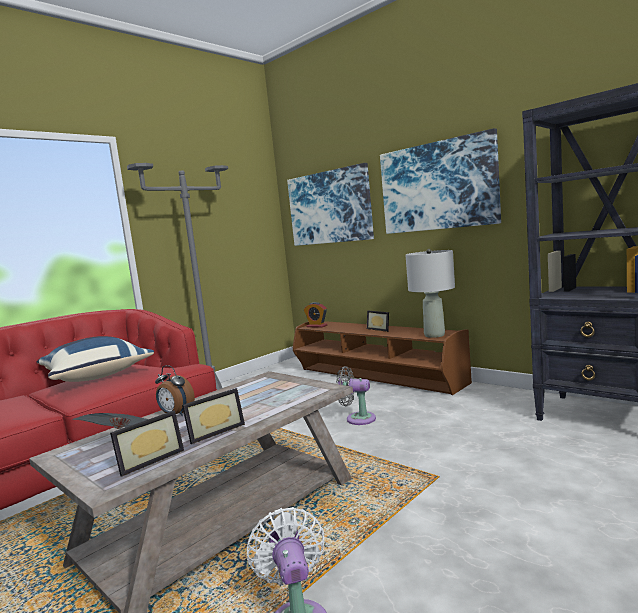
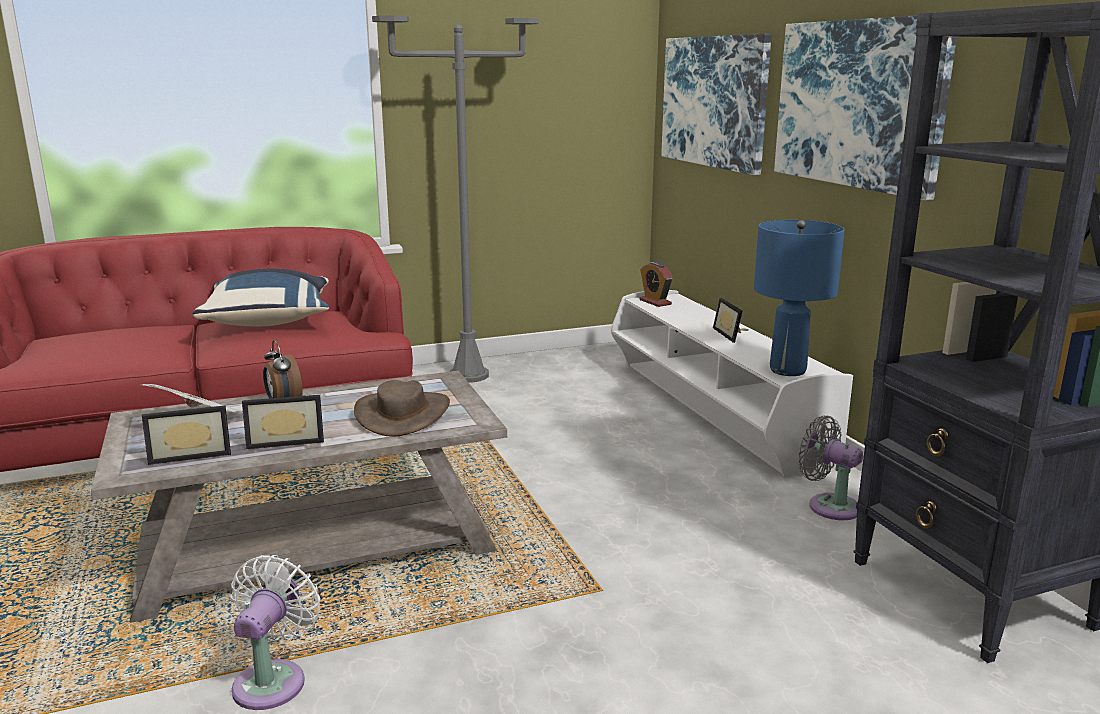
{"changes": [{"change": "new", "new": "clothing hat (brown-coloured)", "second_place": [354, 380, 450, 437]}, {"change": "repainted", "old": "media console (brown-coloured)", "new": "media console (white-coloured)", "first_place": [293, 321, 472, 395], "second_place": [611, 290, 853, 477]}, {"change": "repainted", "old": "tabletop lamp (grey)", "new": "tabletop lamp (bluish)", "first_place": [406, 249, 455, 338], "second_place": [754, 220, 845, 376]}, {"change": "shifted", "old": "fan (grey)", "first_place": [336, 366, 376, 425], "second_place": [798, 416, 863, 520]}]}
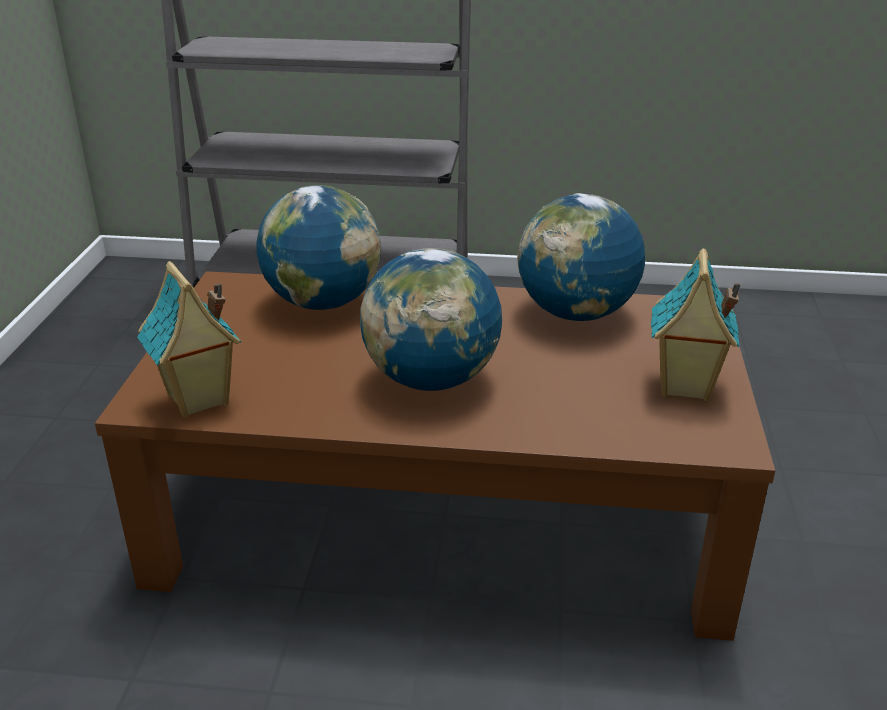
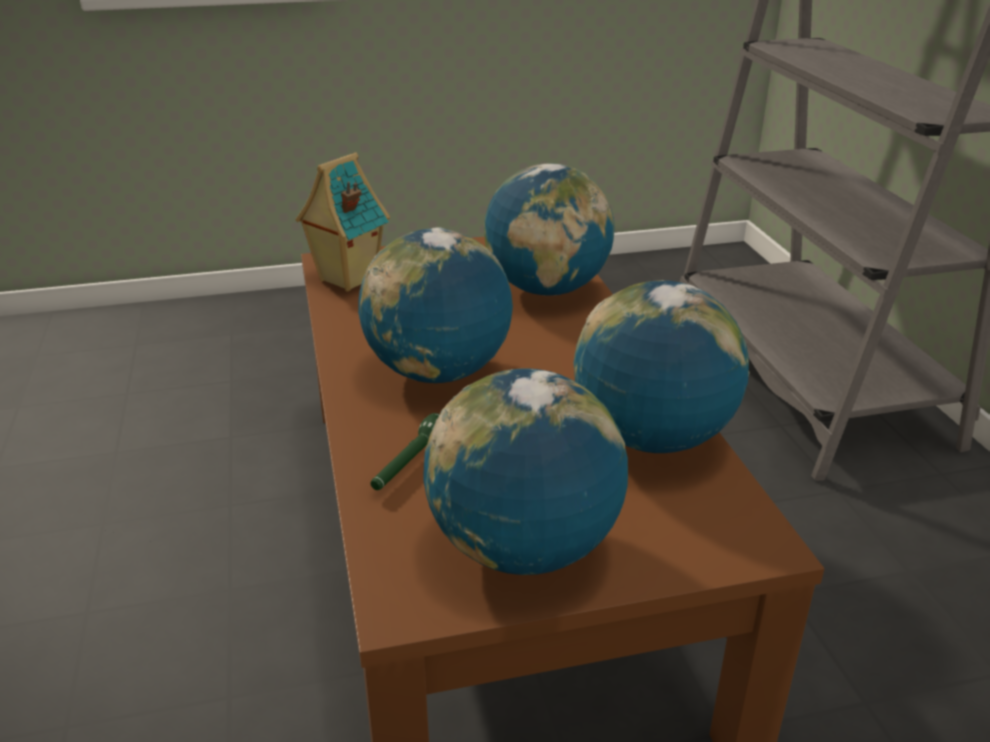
{"changes": [{"change": "new", "new": "flashlight (green)", "second_place": [371, 413, 439, 490]}, {"change": "swapped", "old": "model house", "new": "world globe", "first_place": [651, 248, 740, 401], "second_place": [423, 368, 628, 575]}]}
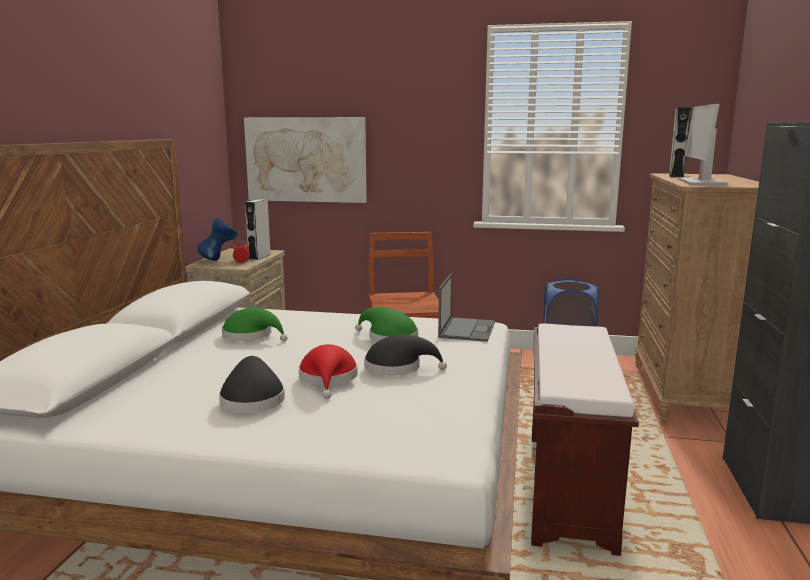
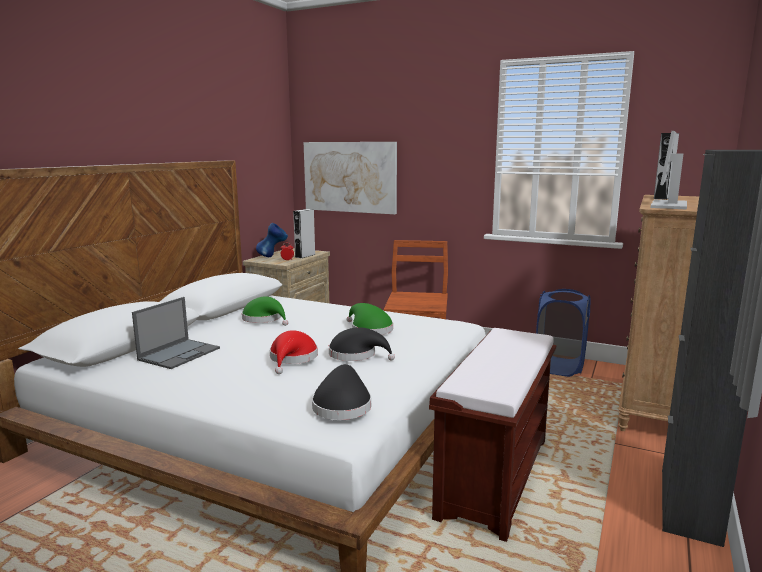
{"changes": [{"change": "shifted", "old": "notebook computer", "first_place": [438, 273, 495, 342], "second_place": [132, 297, 220, 369]}, {"change": "shifted", "old": "clothing hat (blackish)", "first_place": [219, 356, 285, 413], "second_place": [312, 364, 371, 420]}]}
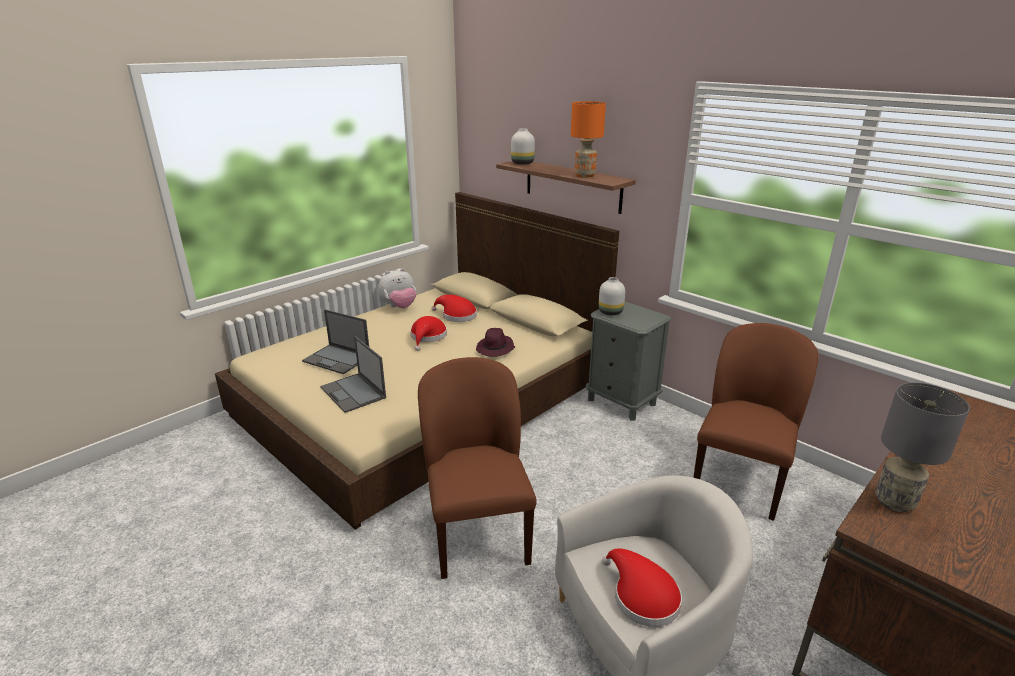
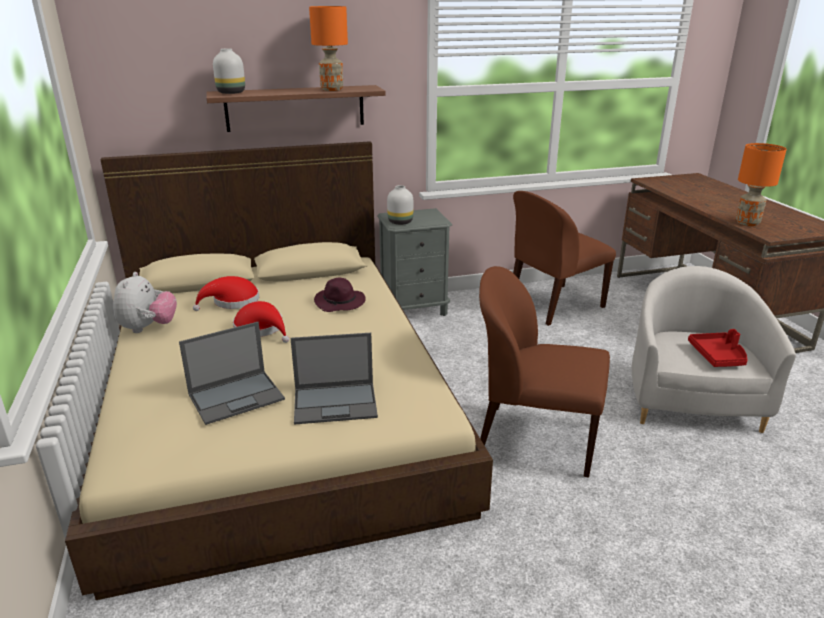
{"changes": [{"change": "rotated", "old": "plain chair (brown-coloured)", "first_place": [693, 323, 818, 521], "second_place": [513, 191, 616, 326], "degrees": -90}, {"change": "swapped", "old": "clothing hat (reddish)", "new": "tray (reddish)", "first_place": [602, 548, 682, 627], "second_place": [688, 329, 747, 367]}, {"change": "repainted", "old": "tabletop lamp (grey)", "new": "tabletop lamp (orange-coloured)", "first_place": [875, 382, 970, 512], "second_place": [736, 143, 787, 226]}]}
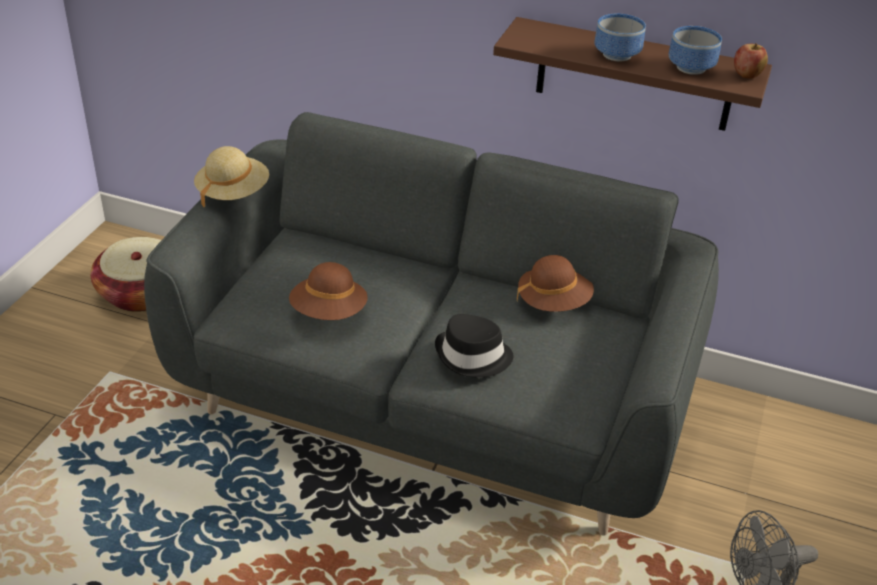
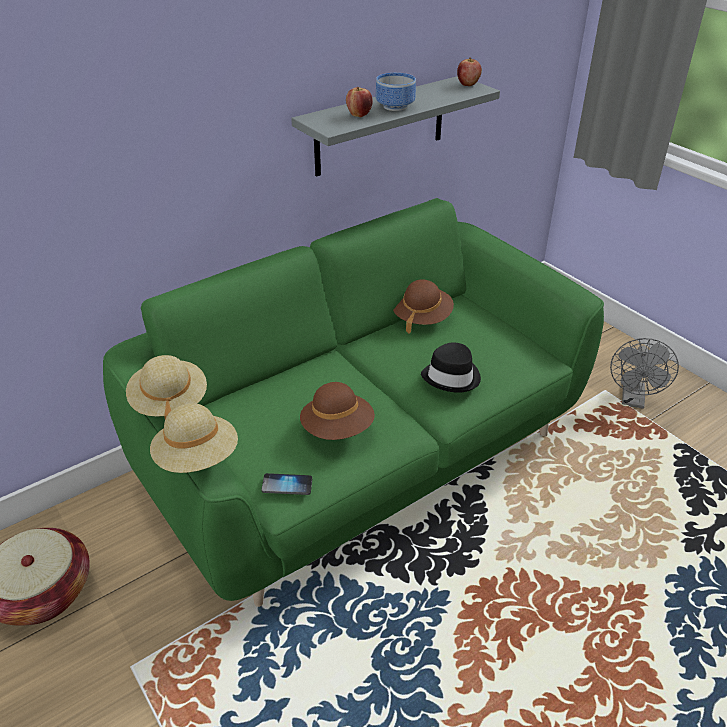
{"changes": [{"change": "repainted", "old": "sofa (grey)", "new": "sofa (green)", "first_place": [144, 112, 719, 536], "second_place": [103, 198, 604, 607]}, {"change": "new", "new": "clothing hat (beige)", "second_place": [150, 403, 238, 473]}, {"change": "new", "new": "handset", "second_place": [261, 473, 312, 495]}, {"change": "repainted", "old": "shelf (brown-coloured)", "new": "shelf (grey)", "first_place": [493, 17, 772, 131], "second_place": [291, 76, 500, 177]}, {"change": "new", "new": "whole apple", "second_place": [346, 87, 373, 117]}, {"change": "gone", "old": "bowl", "first_place": [669, 26, 722, 75]}]}
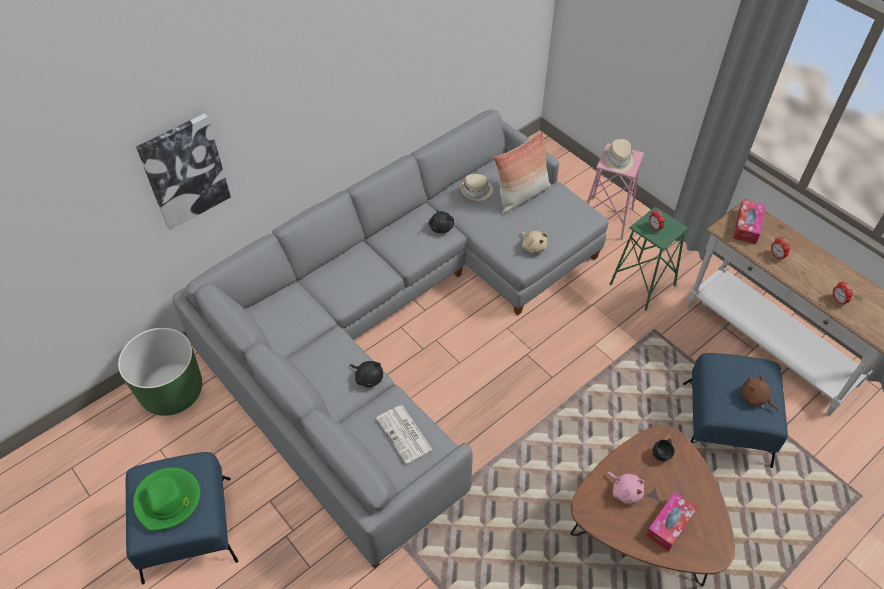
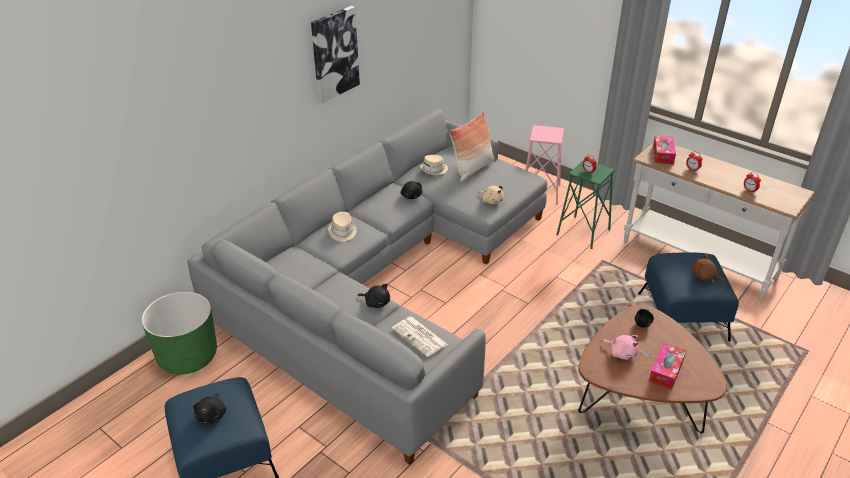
{"changes": [{"change": "swapped", "old": "clothing hat (green)", "new": "plush toy (blackish)", "first_place": [133, 467, 200, 531], "second_place": [193, 393, 226, 424]}, {"change": "shifted", "old": "picture", "first_place": [136, 113, 231, 230], "second_place": [311, 6, 360, 103]}, {"change": "shifted", "old": "clothing hat (beige)", "first_place": [604, 139, 634, 172], "second_place": [328, 212, 357, 242]}]}
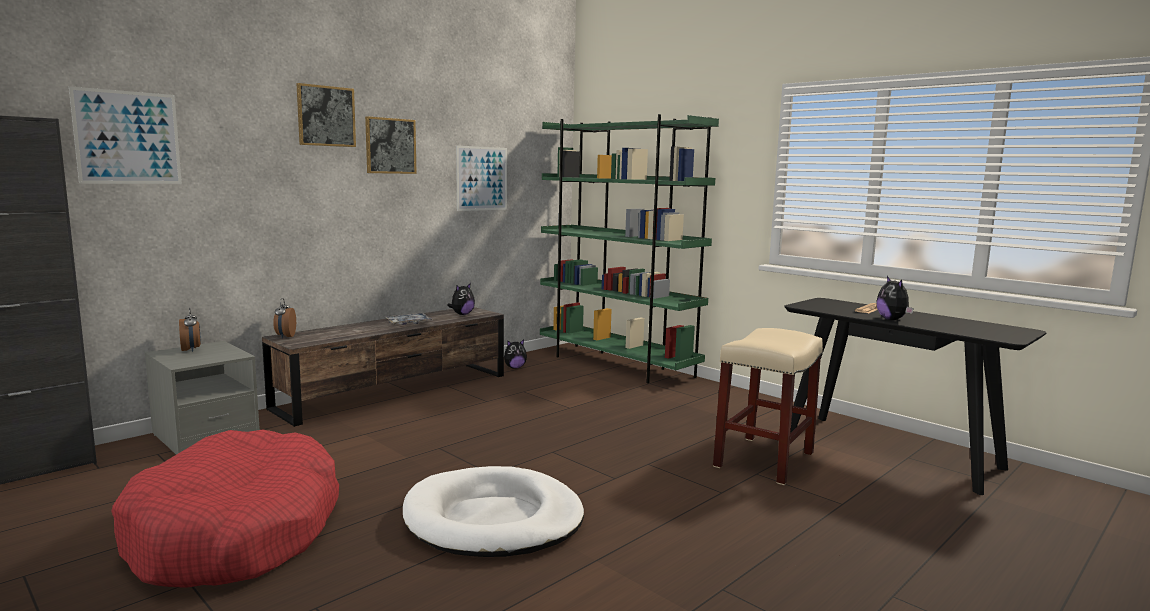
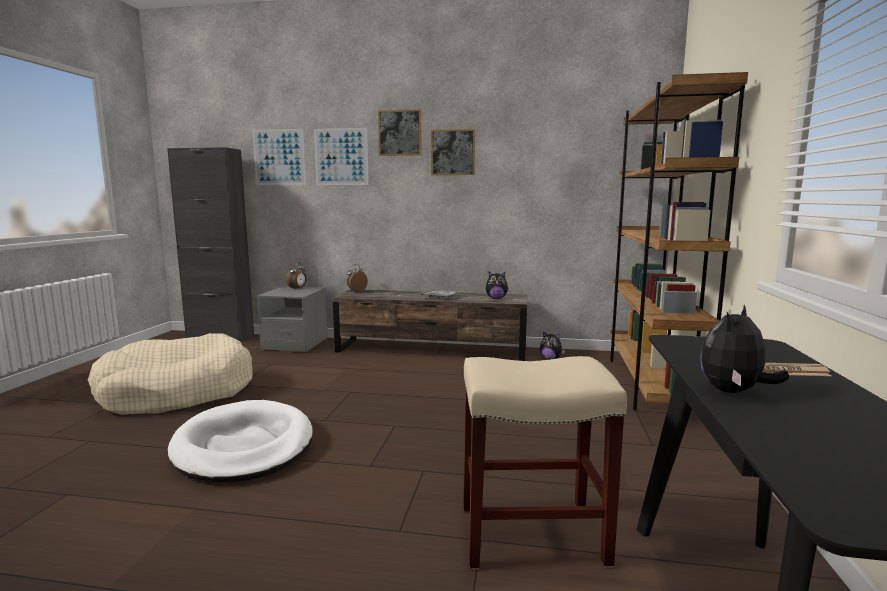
{"changes": [{"change": "repainted", "old": "dog bed (reddish)", "new": "dog bed (beige)", "first_place": [111, 430, 339, 588], "second_place": [88, 333, 253, 415]}, {"change": "shifted", "old": "picture", "first_place": [456, 146, 507, 211], "second_place": [314, 128, 369, 185]}, {"change": "repainted", "old": "bookcase (green)", "new": "bookcase (brown-coloured)", "first_place": [540, 114, 719, 383], "second_place": [610, 72, 748, 410]}]}
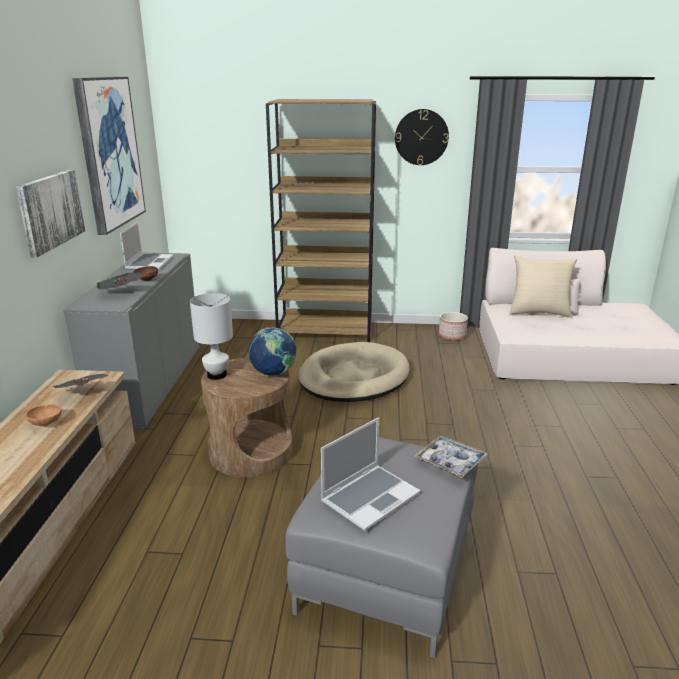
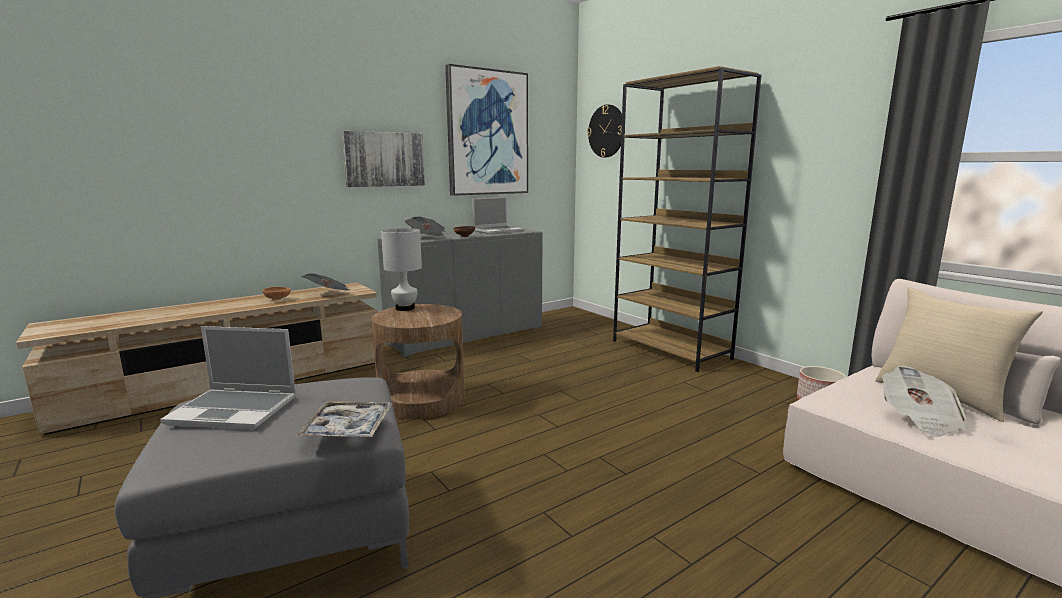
{"changes": [{"change": "shifted", "old": "clock on the wall", "first_place": [395, 109, 449, 165], "second_place": [587, 104, 622, 158]}, {"change": "new", "new": "daily paper", "second_place": [882, 366, 968, 437]}, {"change": "gone", "old": "world globe", "first_place": [249, 327, 296, 376]}, {"change": "gone", "old": "dog bed (beige)", "first_place": [298, 342, 410, 402]}]}
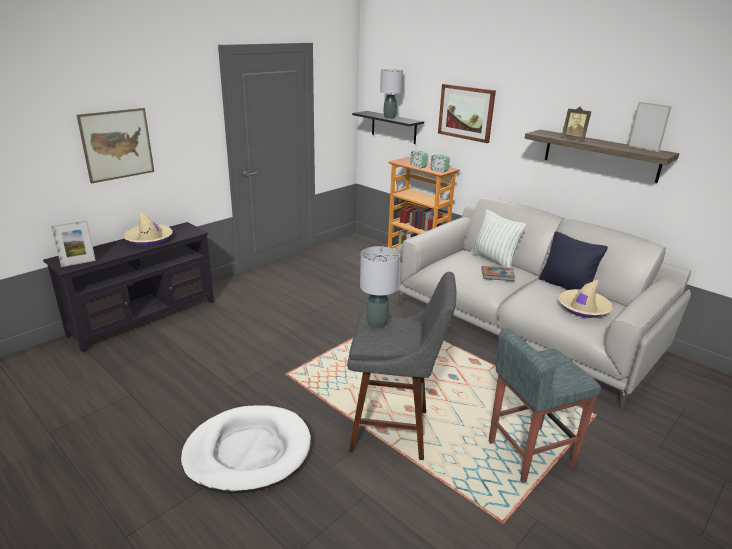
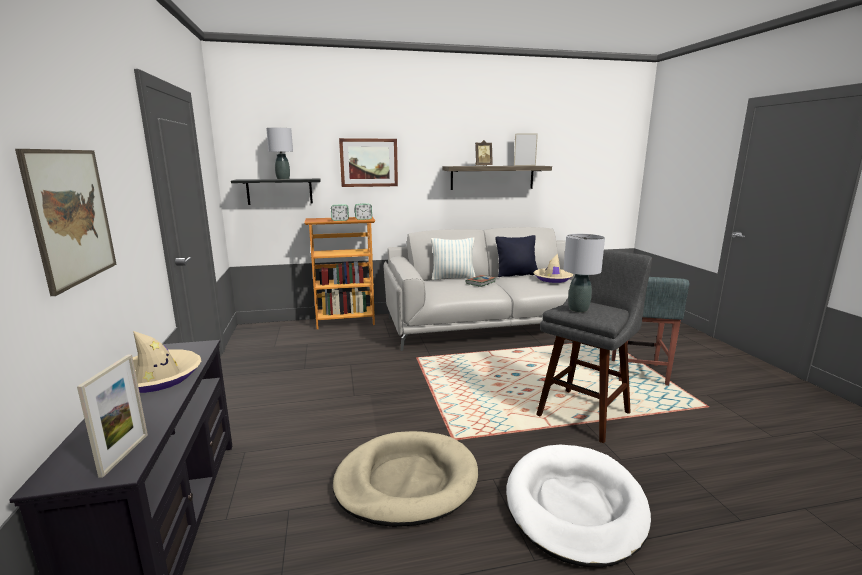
{"changes": [{"change": "new", "new": "dog bed (beige)", "second_place": [333, 431, 478, 527]}]}
